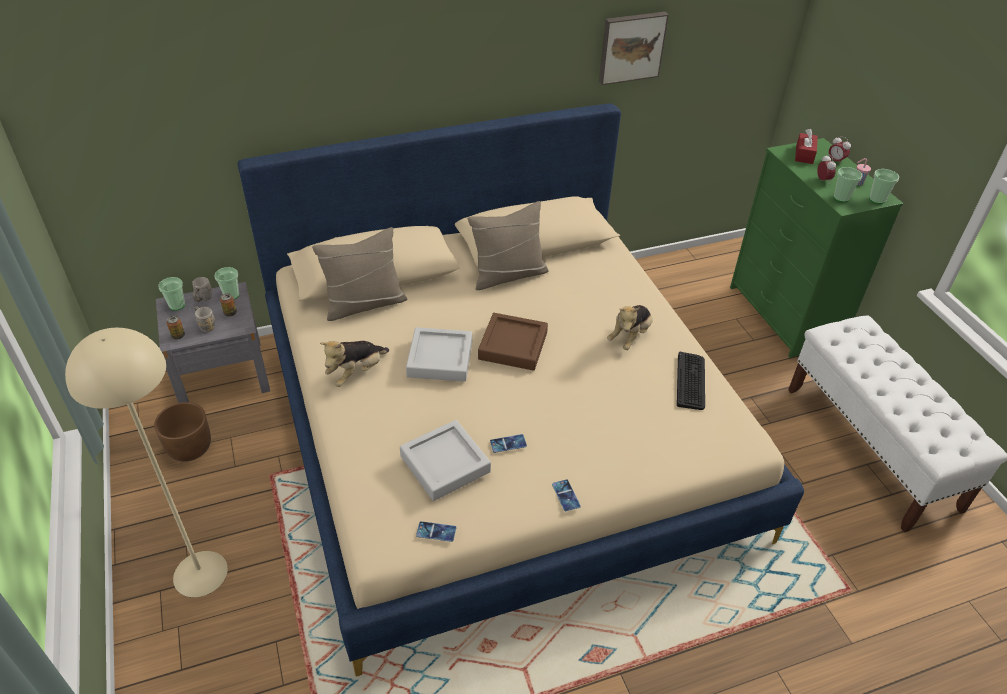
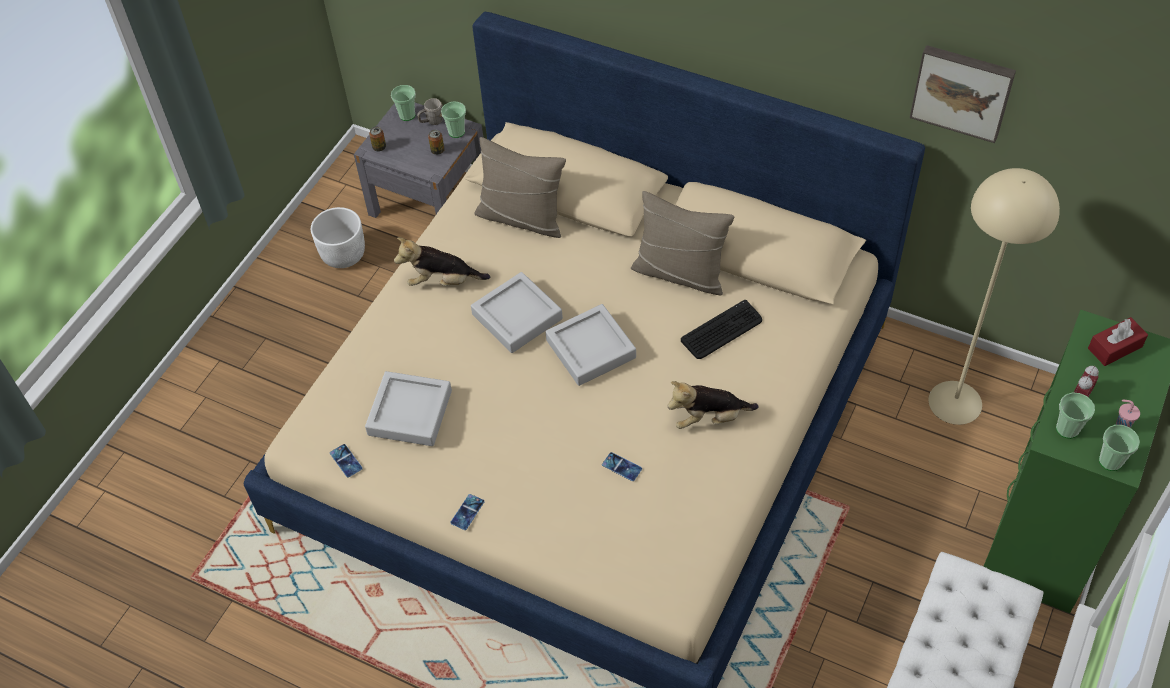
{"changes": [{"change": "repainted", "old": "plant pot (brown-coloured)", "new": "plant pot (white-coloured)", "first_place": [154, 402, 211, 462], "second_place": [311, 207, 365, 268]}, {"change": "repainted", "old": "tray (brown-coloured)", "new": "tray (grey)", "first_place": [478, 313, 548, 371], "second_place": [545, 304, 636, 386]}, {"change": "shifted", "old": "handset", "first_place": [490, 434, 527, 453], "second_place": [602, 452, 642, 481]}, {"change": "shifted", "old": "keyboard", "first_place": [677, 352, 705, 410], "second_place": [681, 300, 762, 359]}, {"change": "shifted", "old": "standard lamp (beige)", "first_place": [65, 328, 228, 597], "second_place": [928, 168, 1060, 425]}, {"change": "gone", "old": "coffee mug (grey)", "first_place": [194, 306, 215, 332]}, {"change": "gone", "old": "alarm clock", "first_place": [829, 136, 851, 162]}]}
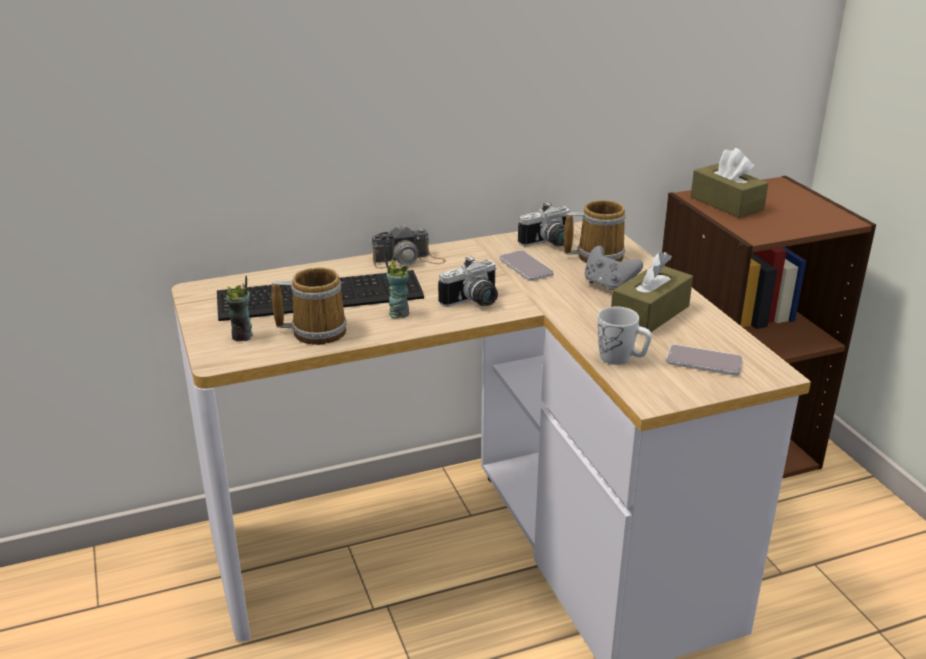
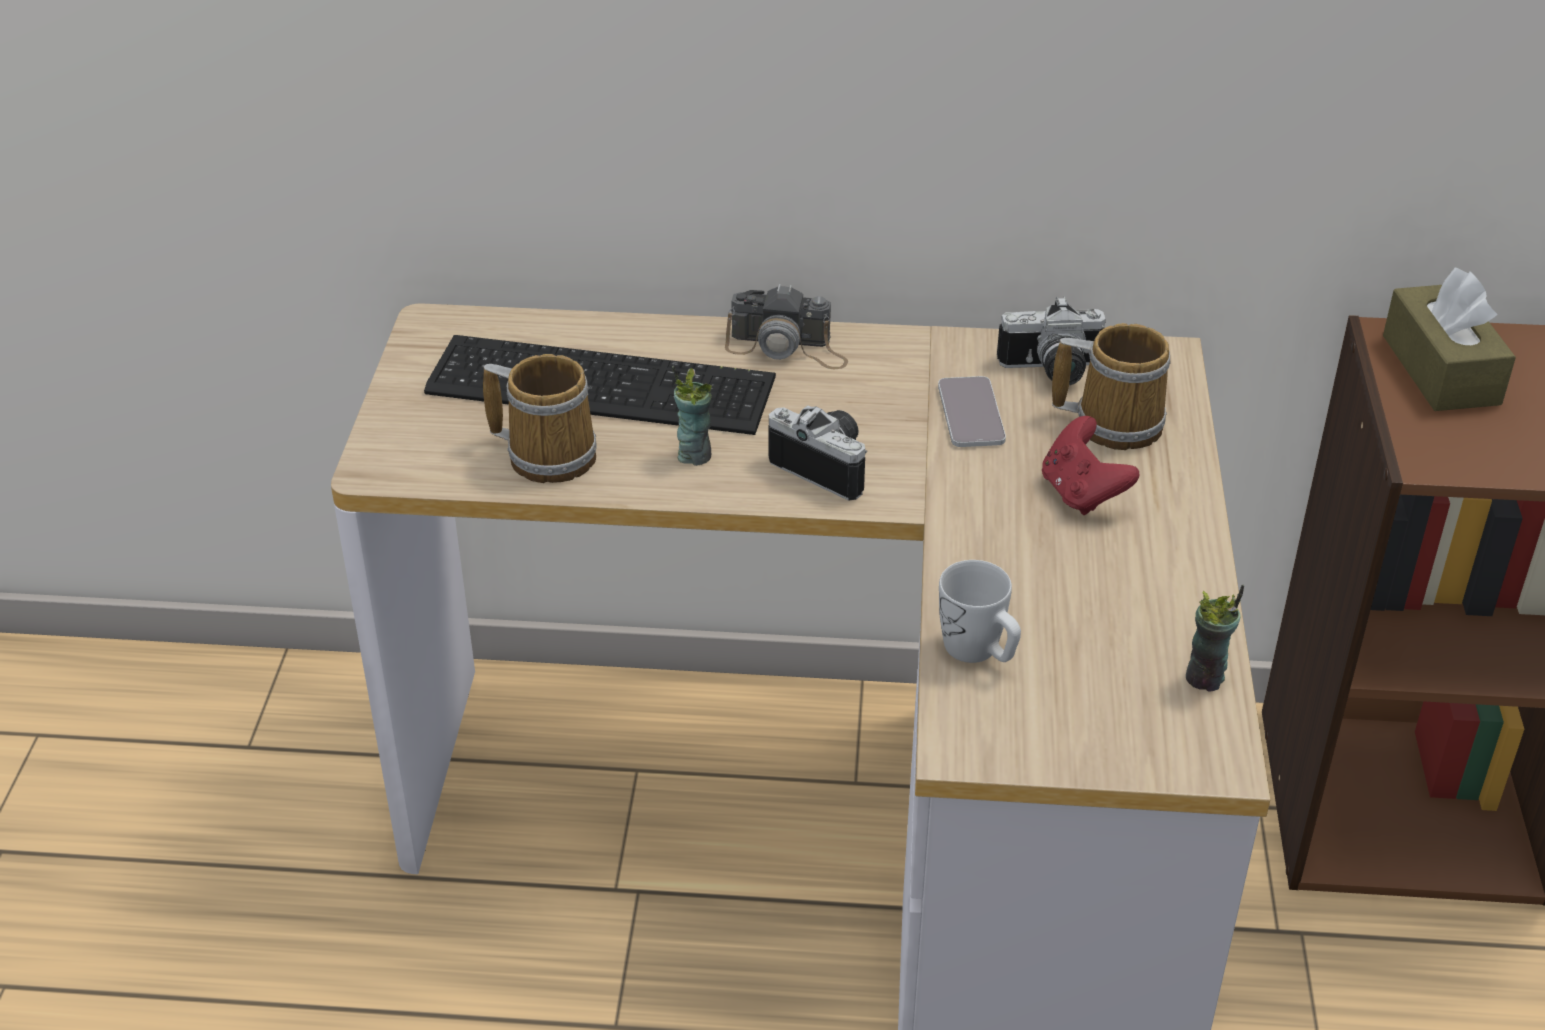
{"changes": [{"change": "rotated", "old": "photo camera", "first_place": [438, 256, 498, 307], "second_place": [769, 406, 867, 501], "degrees": -135}, {"change": "repainted", "old": "gamepad (grey)", "new": "gamepad (reddish)", "first_place": [585, 246, 643, 290], "second_place": [1042, 416, 1140, 515]}, {"change": "shifted", "old": "small cup", "first_place": [226, 276, 253, 341], "second_place": [1186, 584, 1245, 692]}, {"change": "gone", "old": "box of tissues (brown-coloured)", "first_place": [611, 252, 693, 332]}, {"change": "gone", "old": "handset", "first_place": [666, 345, 743, 376]}]}
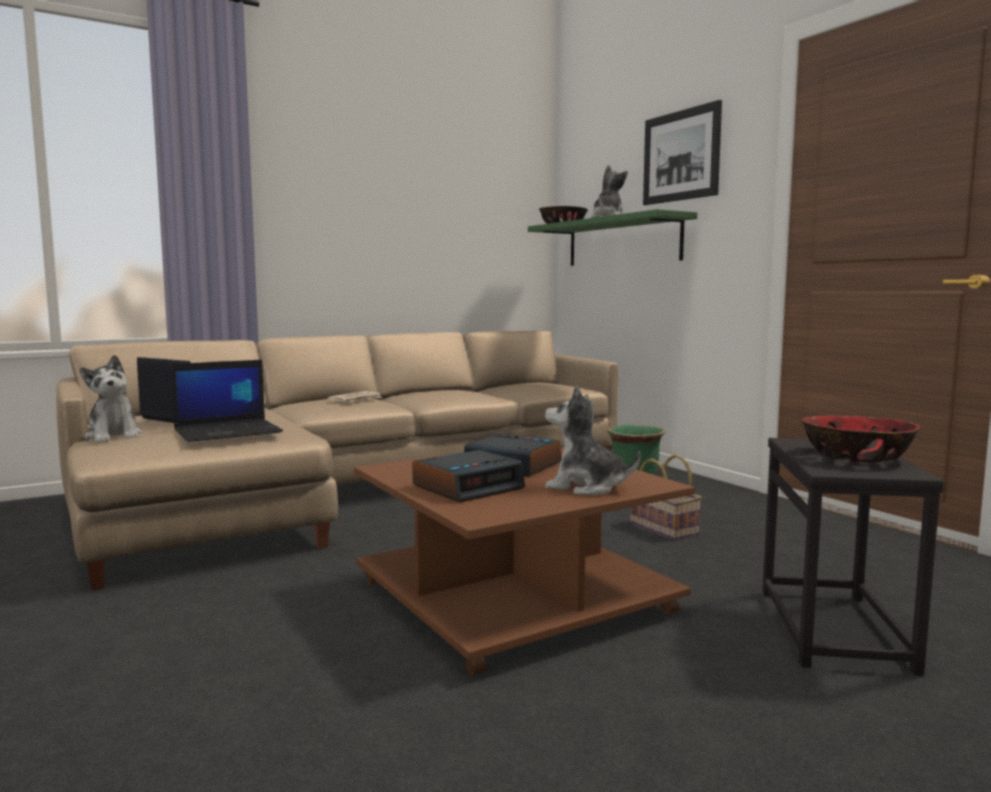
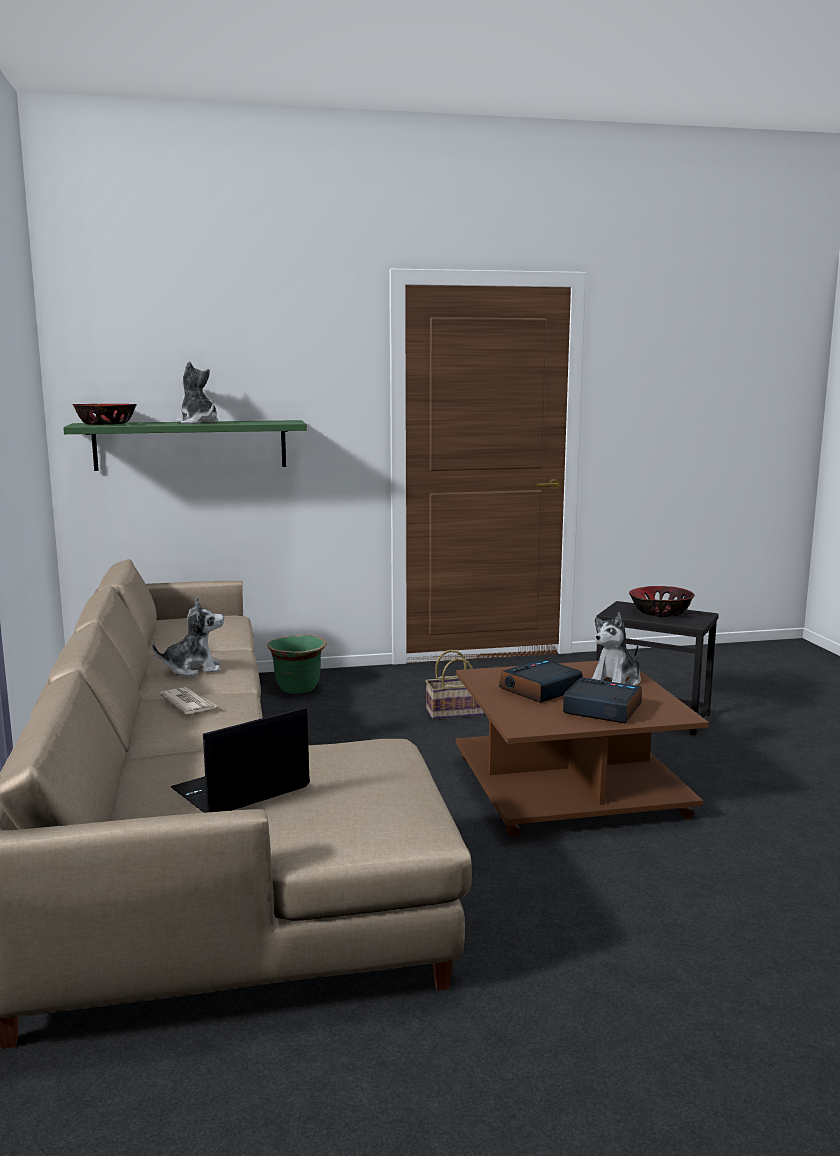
{"changes": [{"change": "shifted", "old": "plush toy", "first_place": [79, 355, 142, 443], "second_place": [152, 597, 224, 676]}, {"change": "rotated", "old": "alarm clock", "first_place": [412, 450, 525, 502], "second_place": [563, 677, 642, 723], "degrees": -45}, {"change": "gone", "old": "notebook computer", "first_place": [171, 360, 283, 442]}, {"change": "gone", "old": "picture", "first_place": [643, 100, 722, 205]}]}
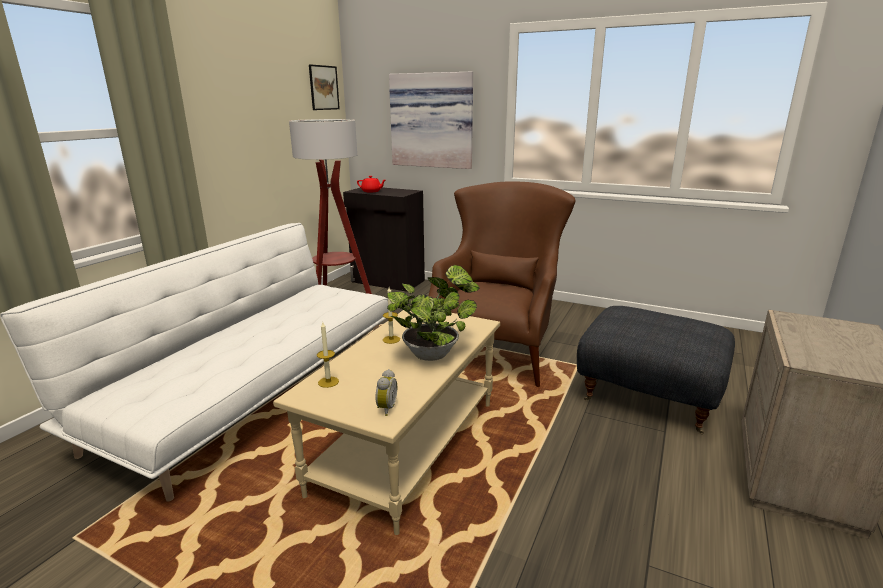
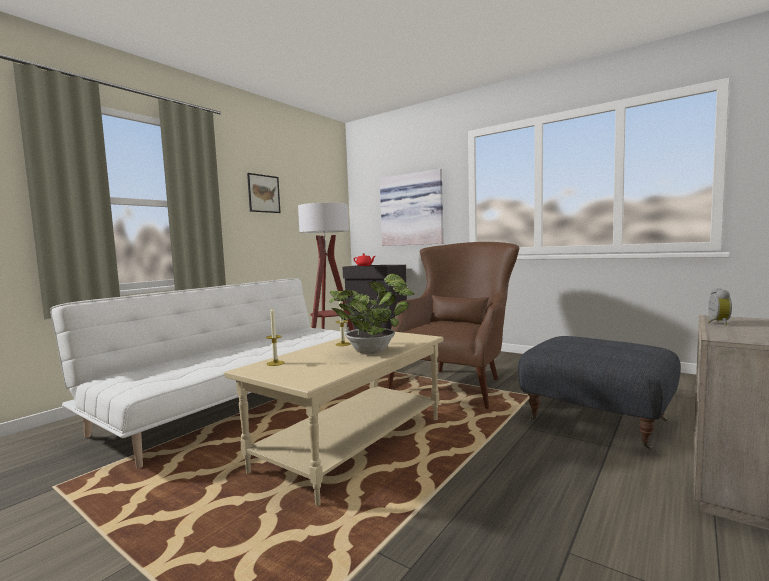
{"changes": [{"change": "shifted", "old": "picture", "first_place": [309, 64, 340, 110], "second_place": [247, 173, 281, 213]}, {"change": "shifted", "old": "alarm clock", "first_place": [376, 369, 397, 416], "second_place": [708, 288, 732, 325]}]}
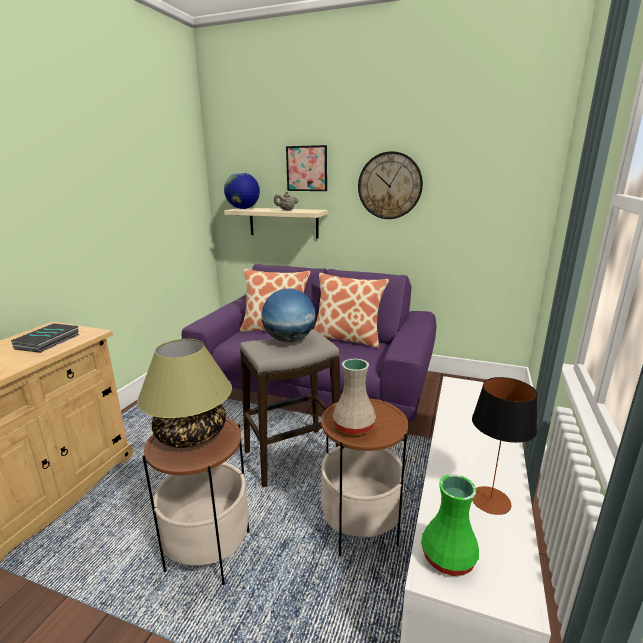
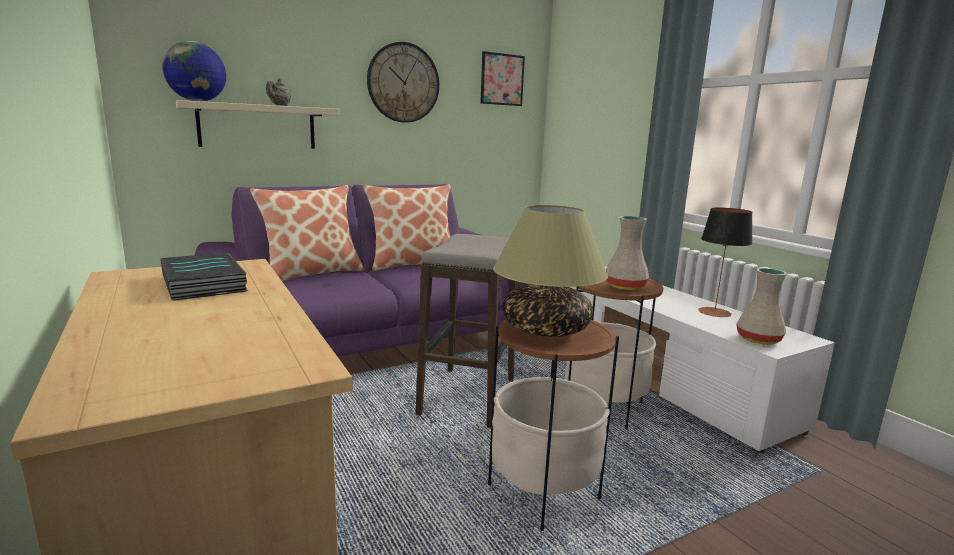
{"changes": [{"change": "shifted", "old": "picture", "first_place": [286, 145, 327, 191], "second_place": [480, 51, 525, 106]}, {"change": "repainted", "old": "vase (green)", "new": "vase (beige)", "first_place": [421, 474, 479, 576], "second_place": [737, 268, 787, 345]}, {"change": "gone", "old": "world globe", "first_place": [262, 288, 315, 343]}]}
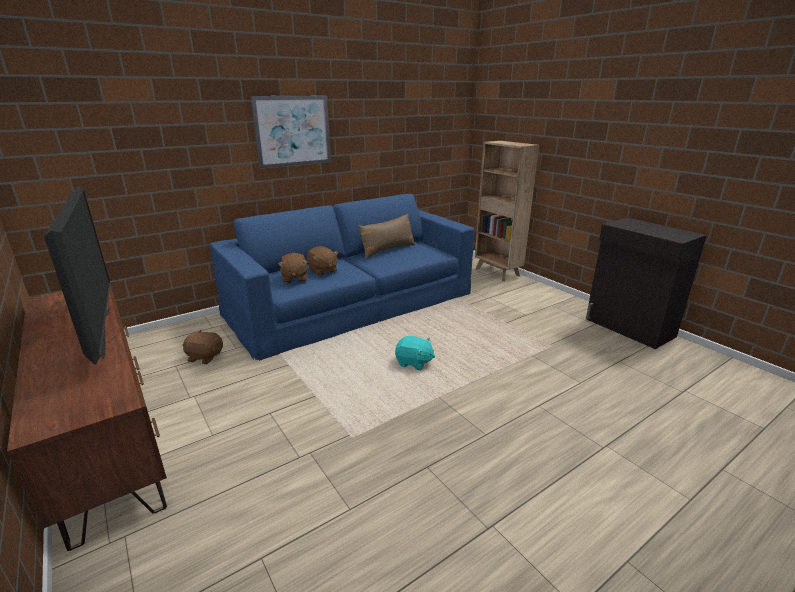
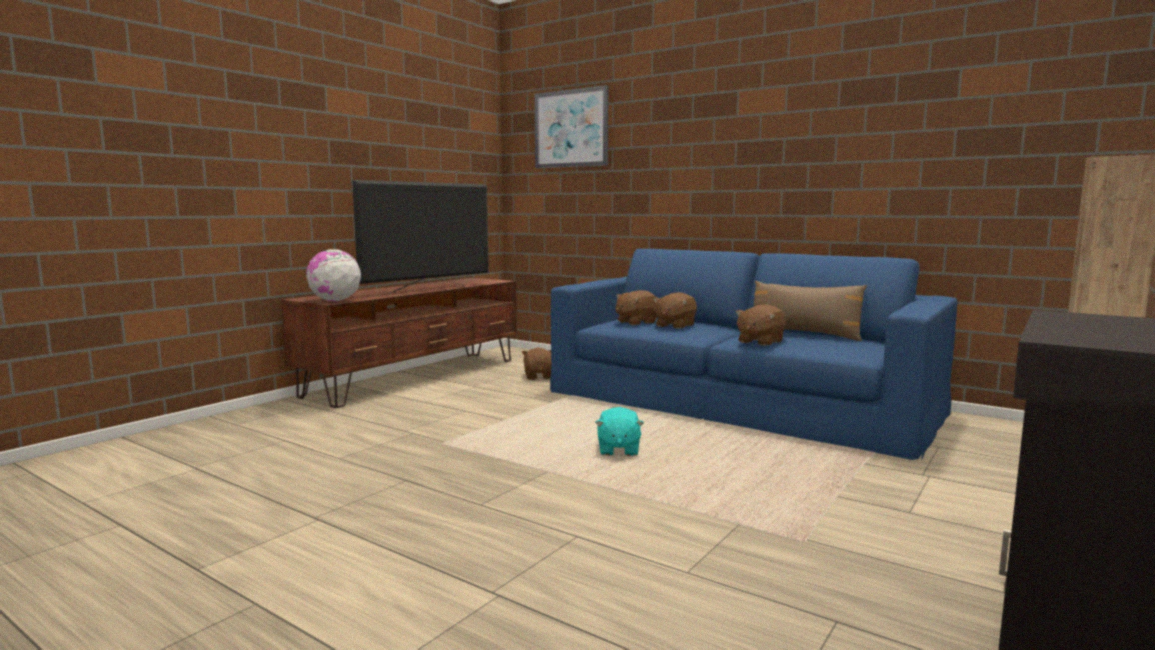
{"changes": [{"change": "new", "new": "world globe", "second_place": [306, 249, 361, 301]}, {"change": "shifted", "old": "picture", "first_place": [251, 96, 331, 169], "second_place": [534, 85, 609, 168]}, {"change": "new", "new": "plush toy (brown-coloured)", "second_place": [736, 305, 786, 346]}]}
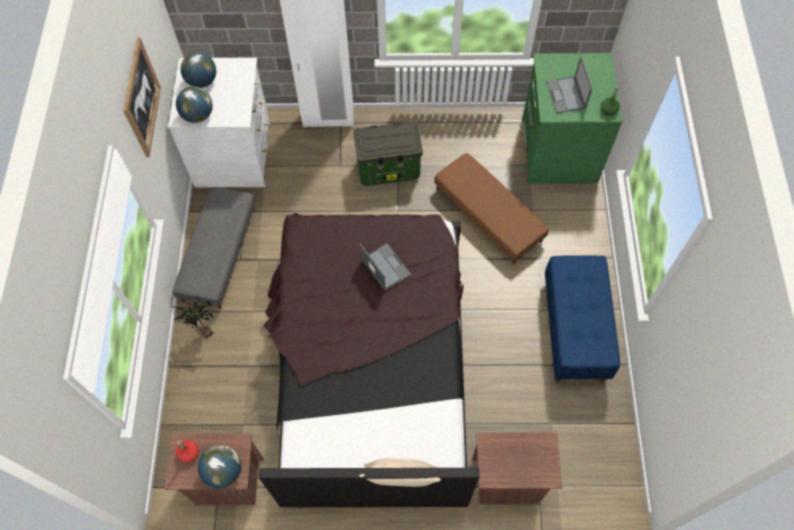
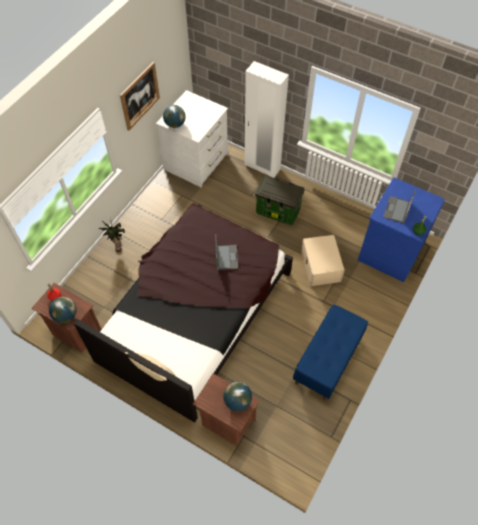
{"changes": [{"change": "shifted", "old": "world globe", "first_place": [180, 52, 216, 88], "second_place": [223, 382, 252, 411]}, {"change": "swapped", "old": "pouffe (brown-coloured)", "new": "storage bin (beige)", "first_place": [434, 153, 549, 265], "second_place": [301, 235, 345, 286]}, {"change": "repainted", "old": "dresser (green)", "new": "dresser (bluish)", "first_place": [522, 53, 622, 184], "second_place": [358, 177, 445, 282]}, {"change": "gone", "old": "pouffe (grey)", "first_place": [173, 187, 255, 309]}]}
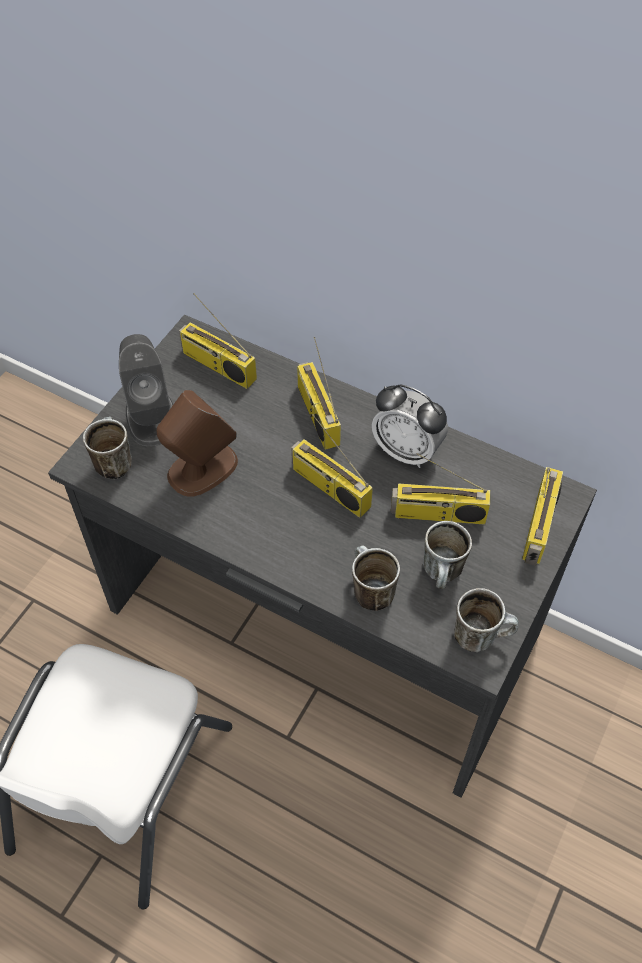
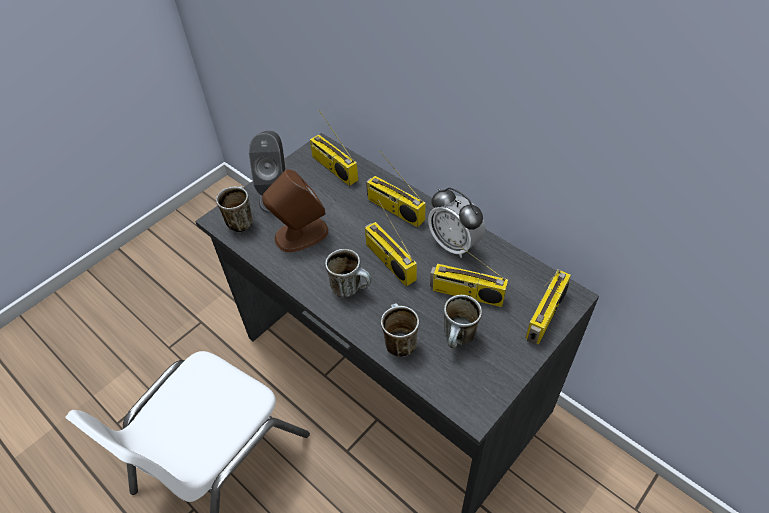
{"changes": [{"change": "shifted", "old": "coffee mug", "first_place": [454, 588, 519, 652], "second_place": [325, 249, 371, 298]}, {"change": "rotated", "old": "radio", "first_place": [297, 337, 341, 450], "second_place": [366, 151, 426, 228], "degrees": -45}]}
